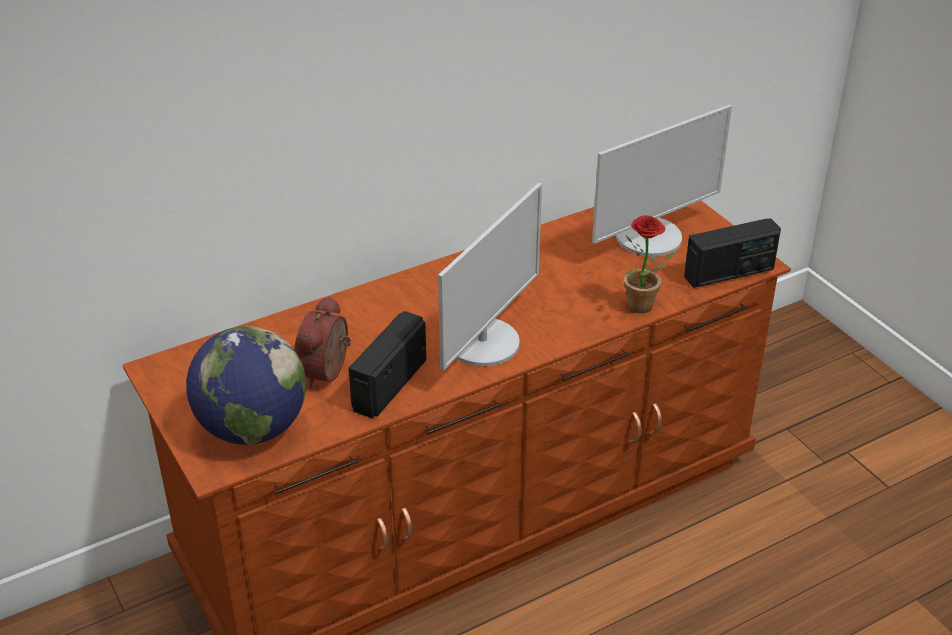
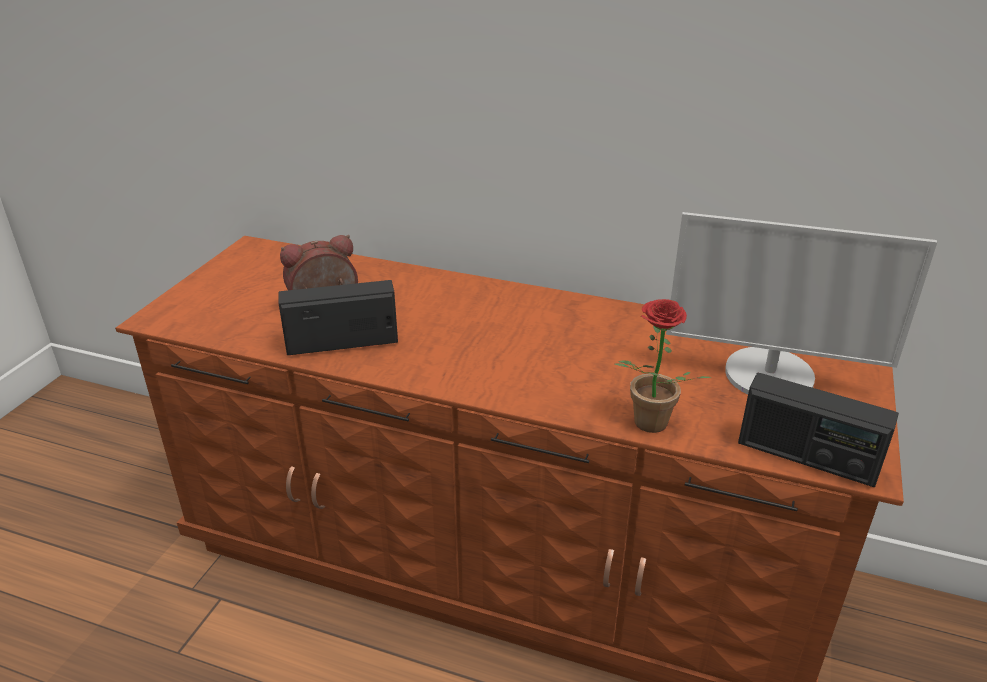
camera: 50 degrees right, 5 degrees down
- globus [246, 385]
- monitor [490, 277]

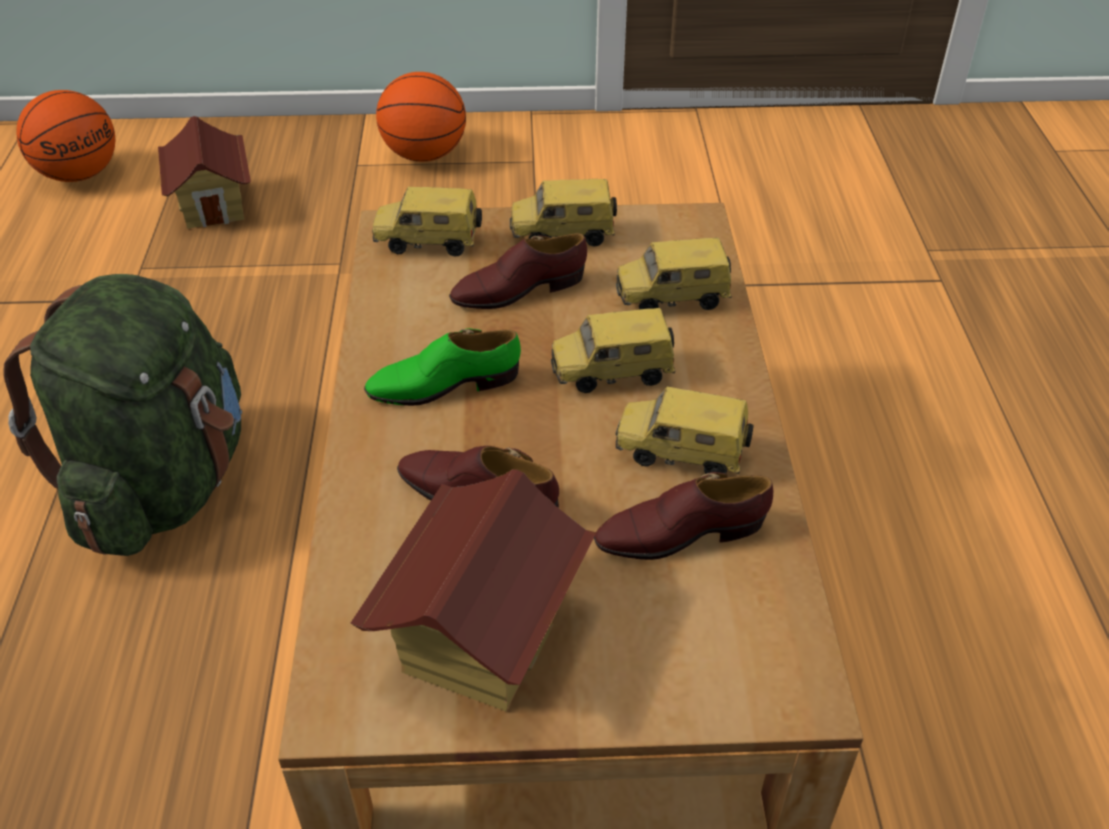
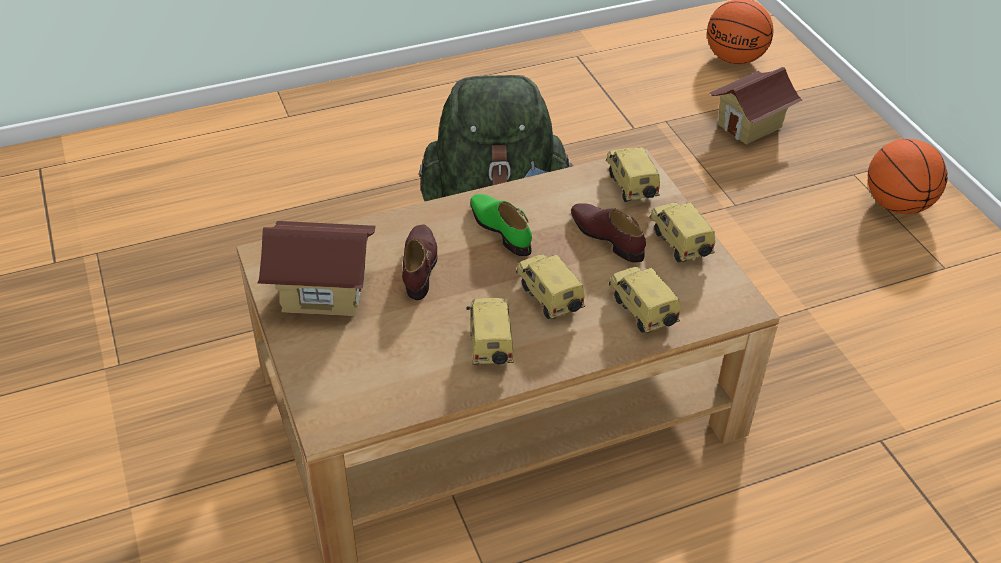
camera: 70 degrees right, 0 degrees up
- but/brązowy [683, 516]

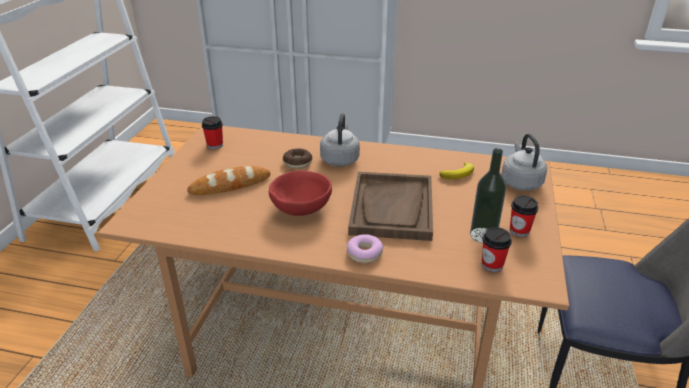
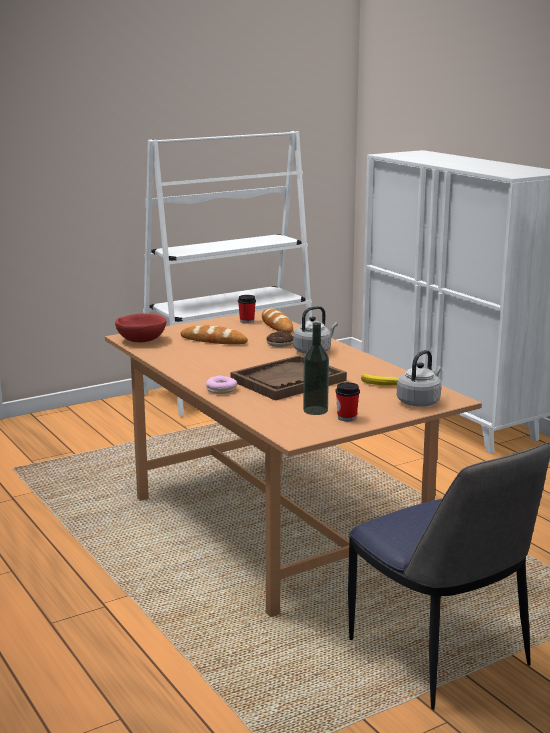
camera: 45 degrees right, 15 degrees down
- filiżanka [497, 249]
+ chleb [277, 320]
~ miska/czerwony [300, 193] to [140, 328]

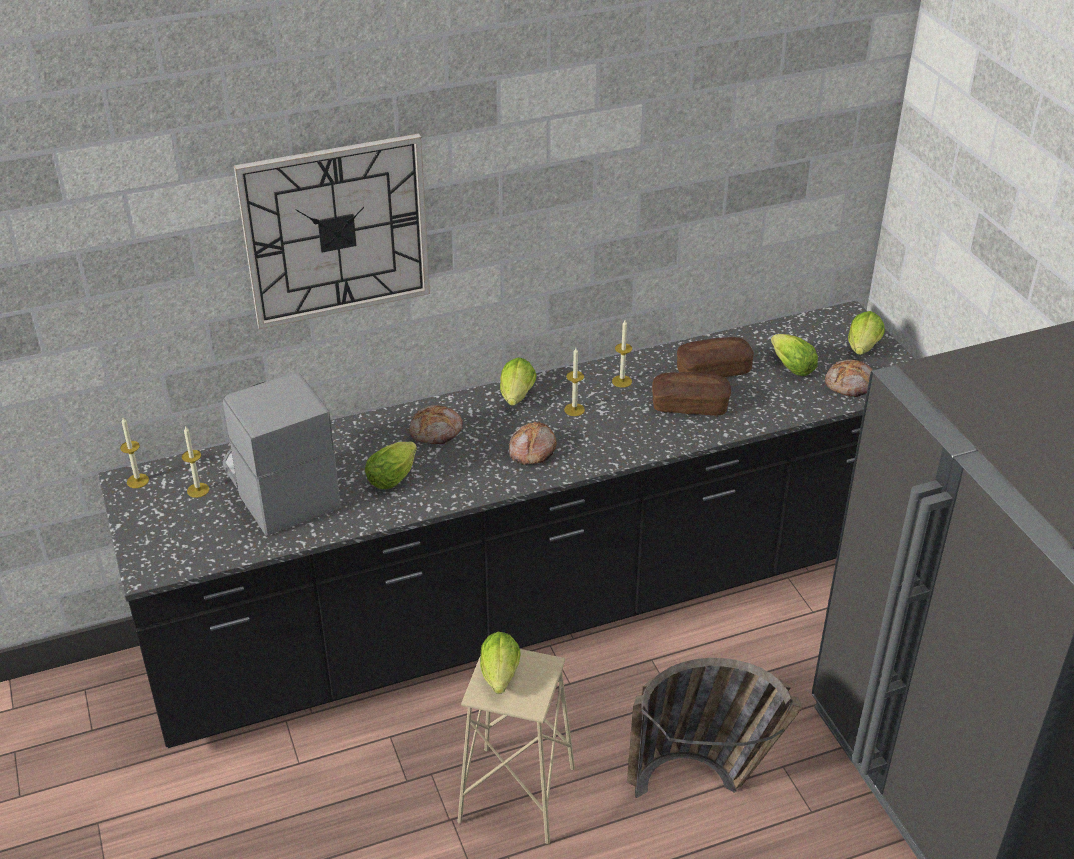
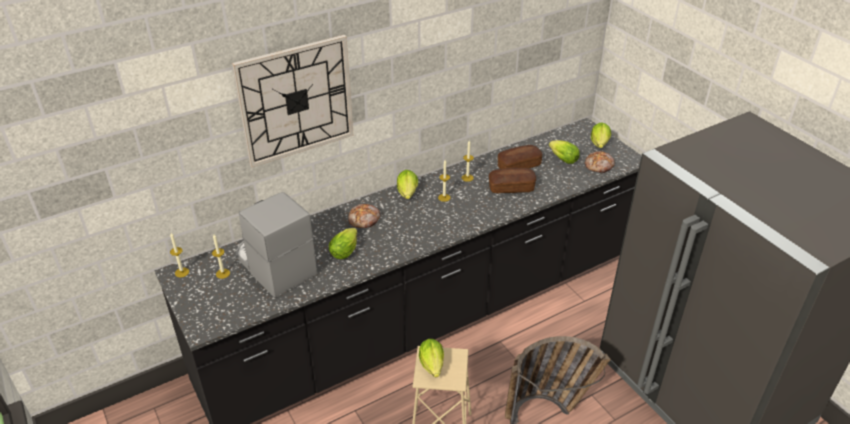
camera: 10 degrees left, 0 degrees up
- chleb [533, 443]

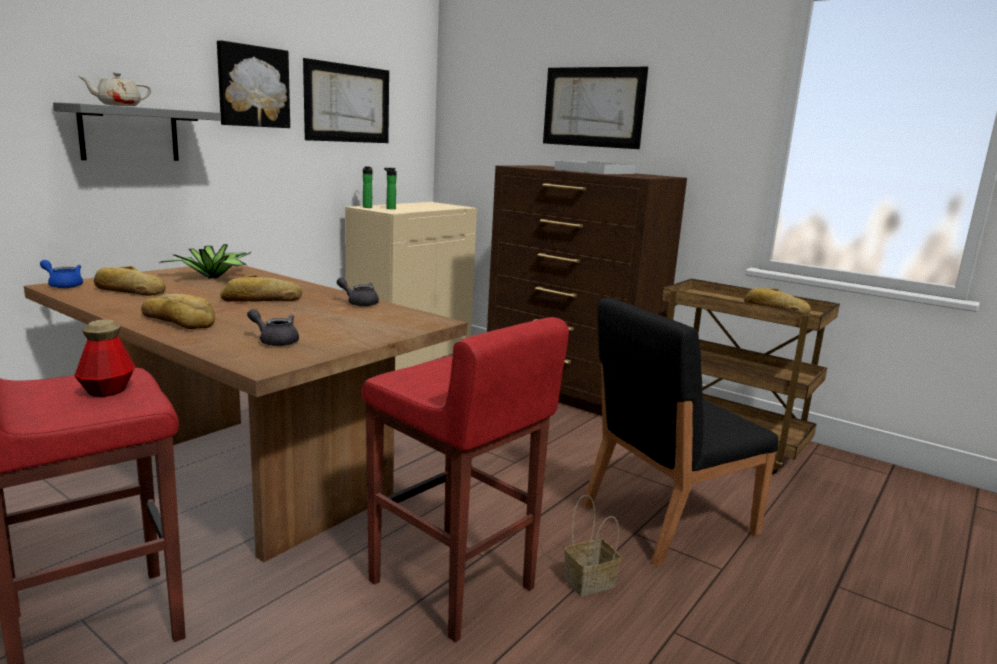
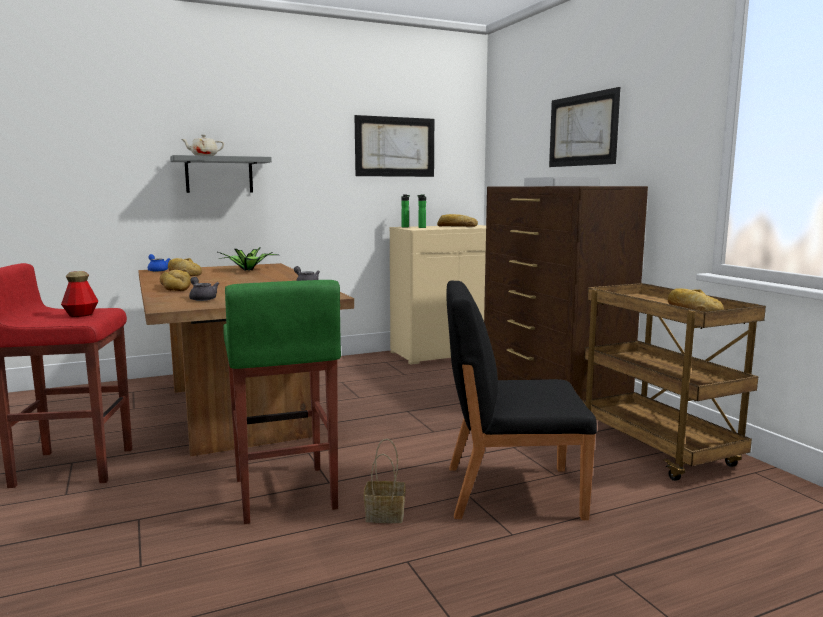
camera: 30 degrees right, 5 degrees down
- obraz [253, 84]
~ chleb [261, 288] to [457, 220]
~ stołek/czerwony [465, 479] to stołek/zielony [282, 402]

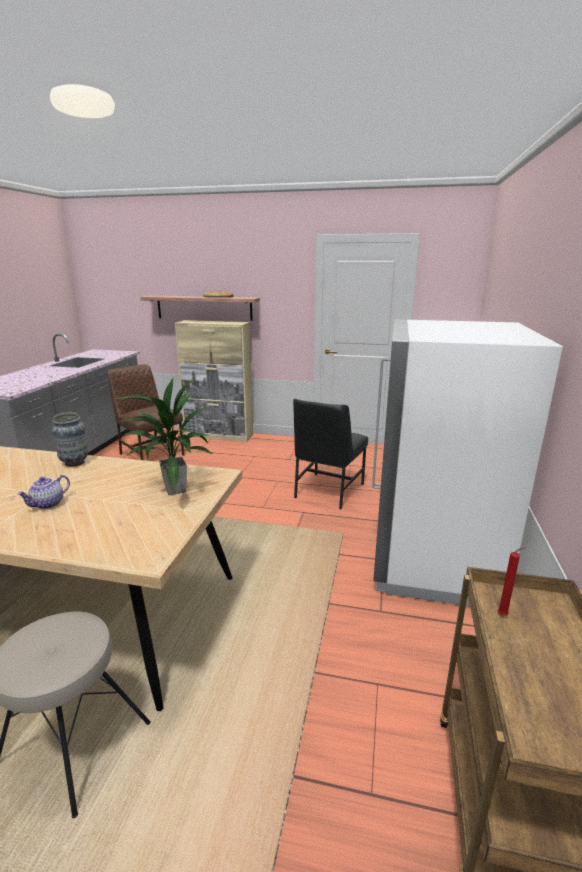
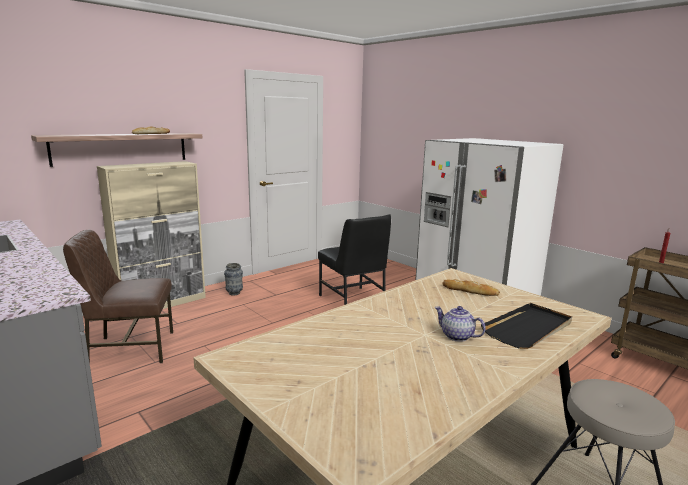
camera: 55 degrees left, 5 degrees down
+ taca/czarny [526, 326]
~ wazon [70, 439] to [233, 279]
~ roślina doniczkowa [164, 436] to chleb [471, 287]
~ imbryk [43, 492] = [460, 324] 150 degrees clockwise

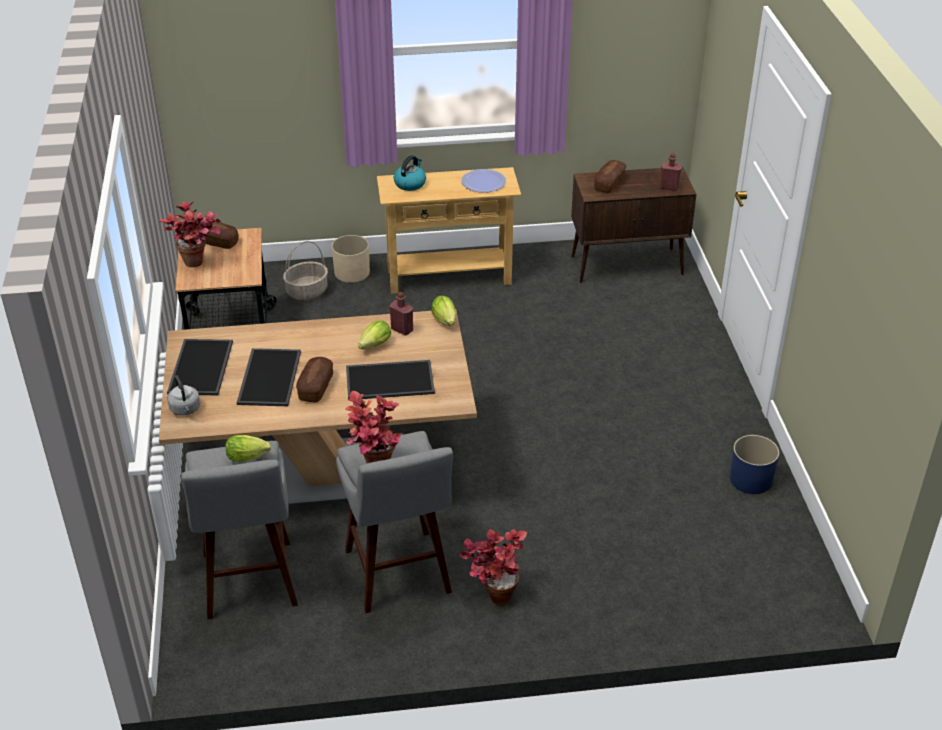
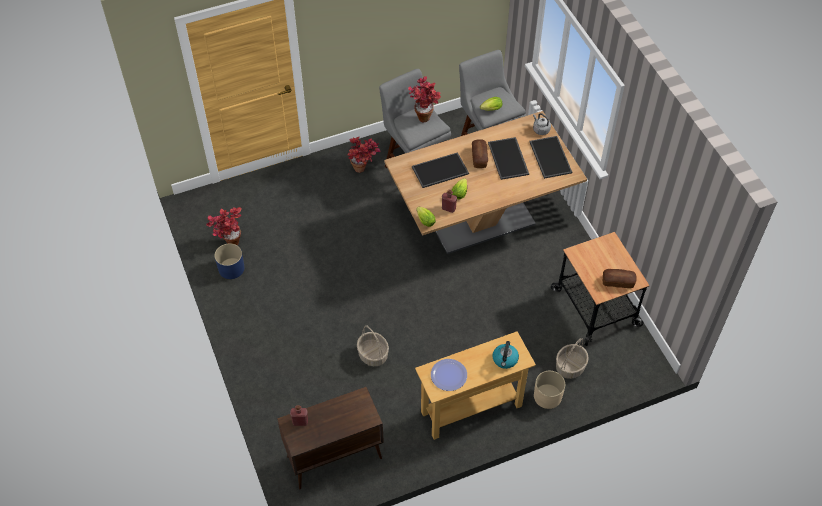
camera: 165 degrees right, 15 degrees up
- chleb [610, 176]
+ koszyk [373, 345]
~ roślina doniczkowa [190, 234] to [224, 226]

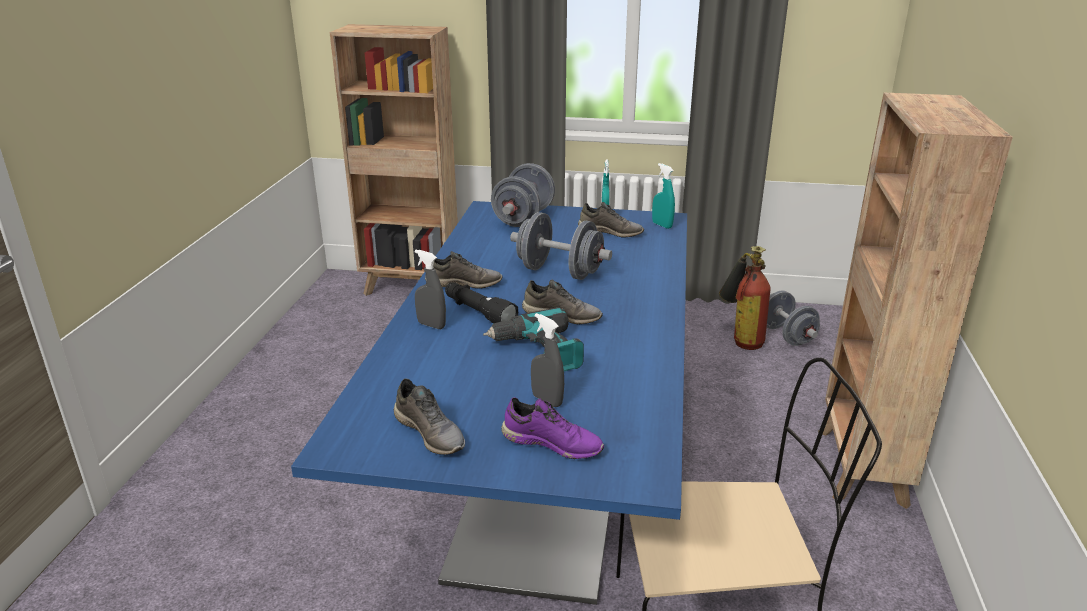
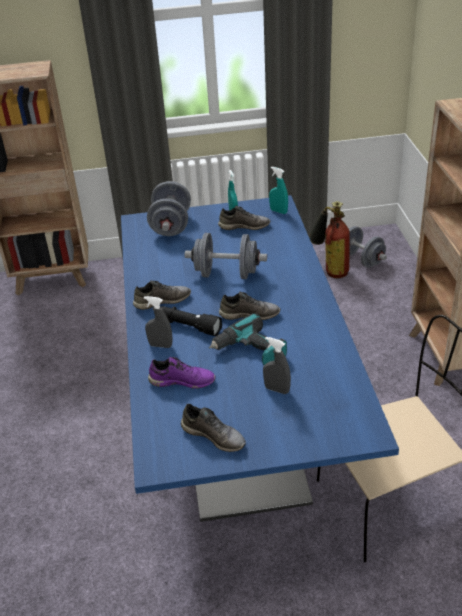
camera: 15 degrees left, 10 degrees up
~ but/fioletowy [552, 428] to [182, 373]

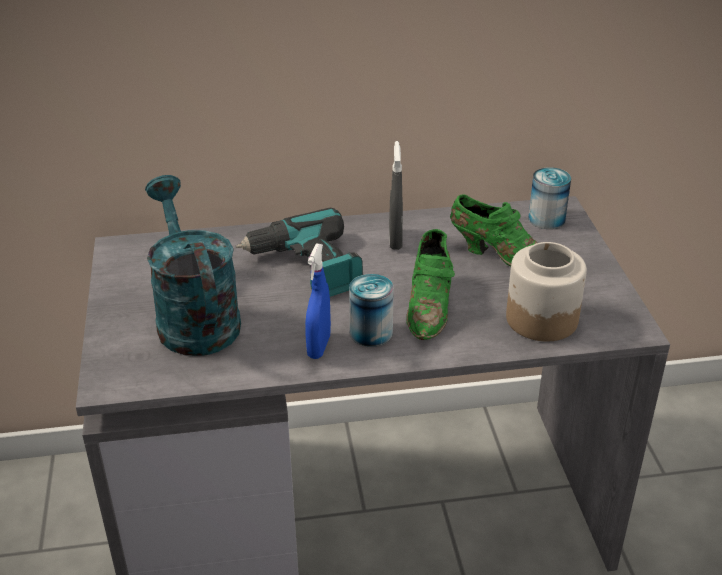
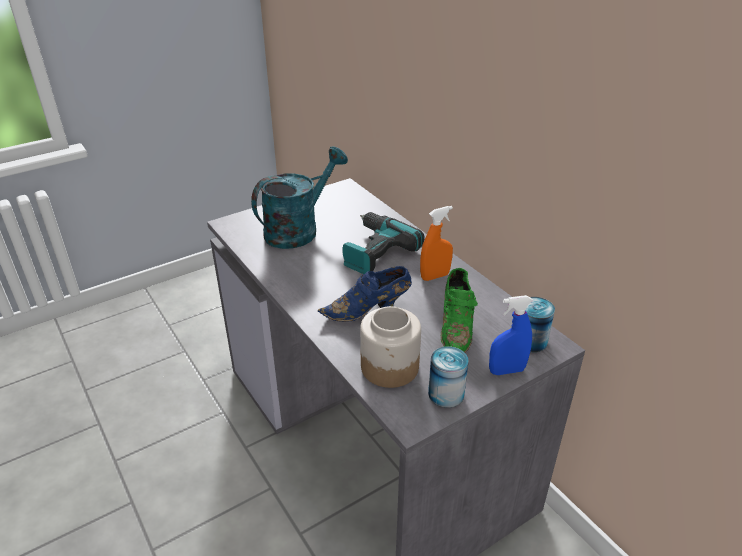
camera: 65 degrees right, 0 degrees up
~ spryskiwacz/niebieski [318, 301] to [511, 335]
~ puszka [371, 310] to [448, 377]
~ spryskiwacz/szary [396, 195] to spryskiwacz/pomarańczowy [436, 243]
~ but/zielony [430, 284] to but/niebieski [365, 294]

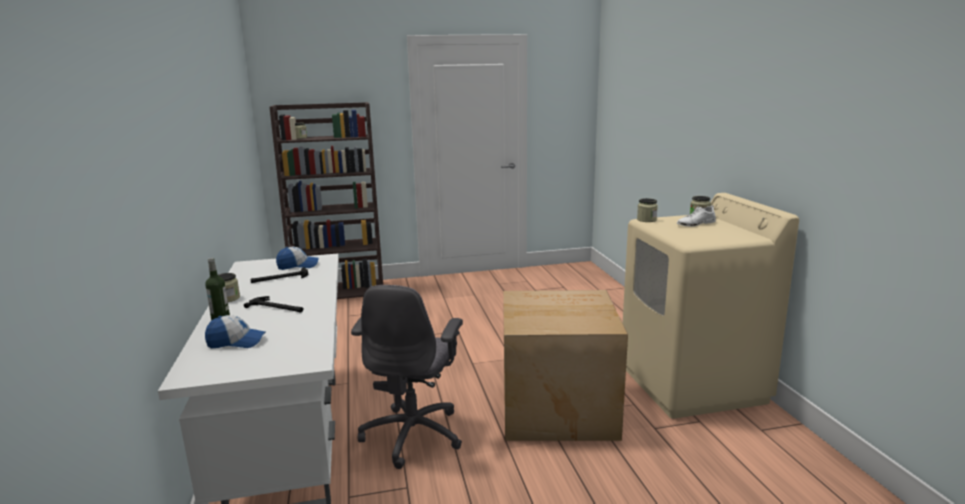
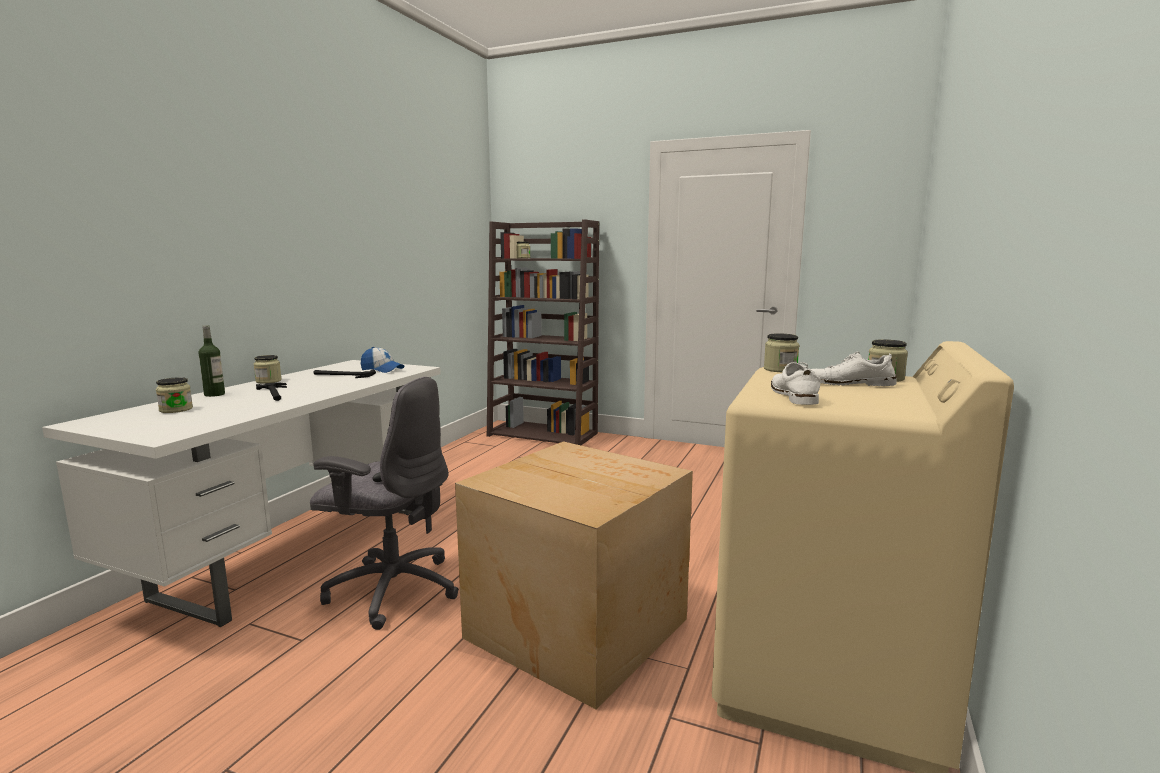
camera: 35 degrees right, 5 degrees down
+ but/biały [796, 383]
~ czapka z daszkiem [235, 331] to słoik [174, 395]
~ krzesło biurowe/szary [407, 377] = [384, 503] 120 degrees counterclockwise

